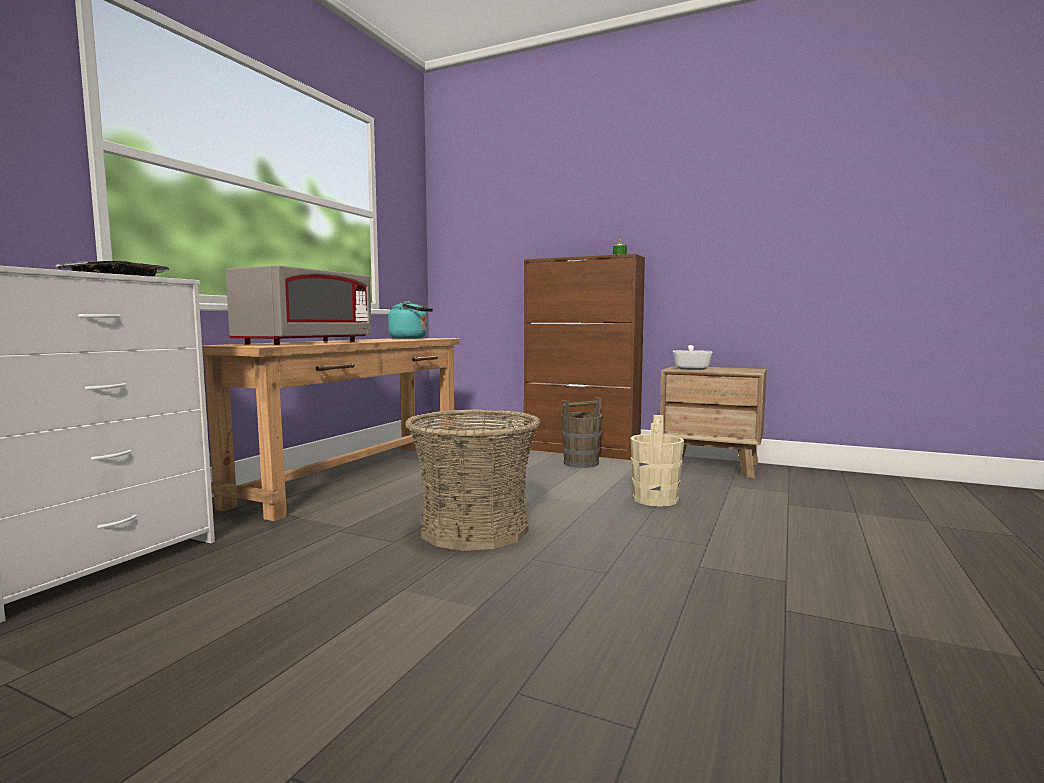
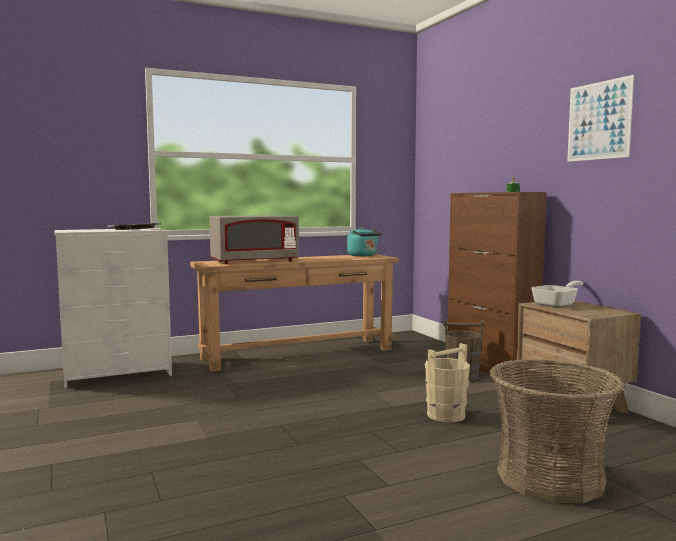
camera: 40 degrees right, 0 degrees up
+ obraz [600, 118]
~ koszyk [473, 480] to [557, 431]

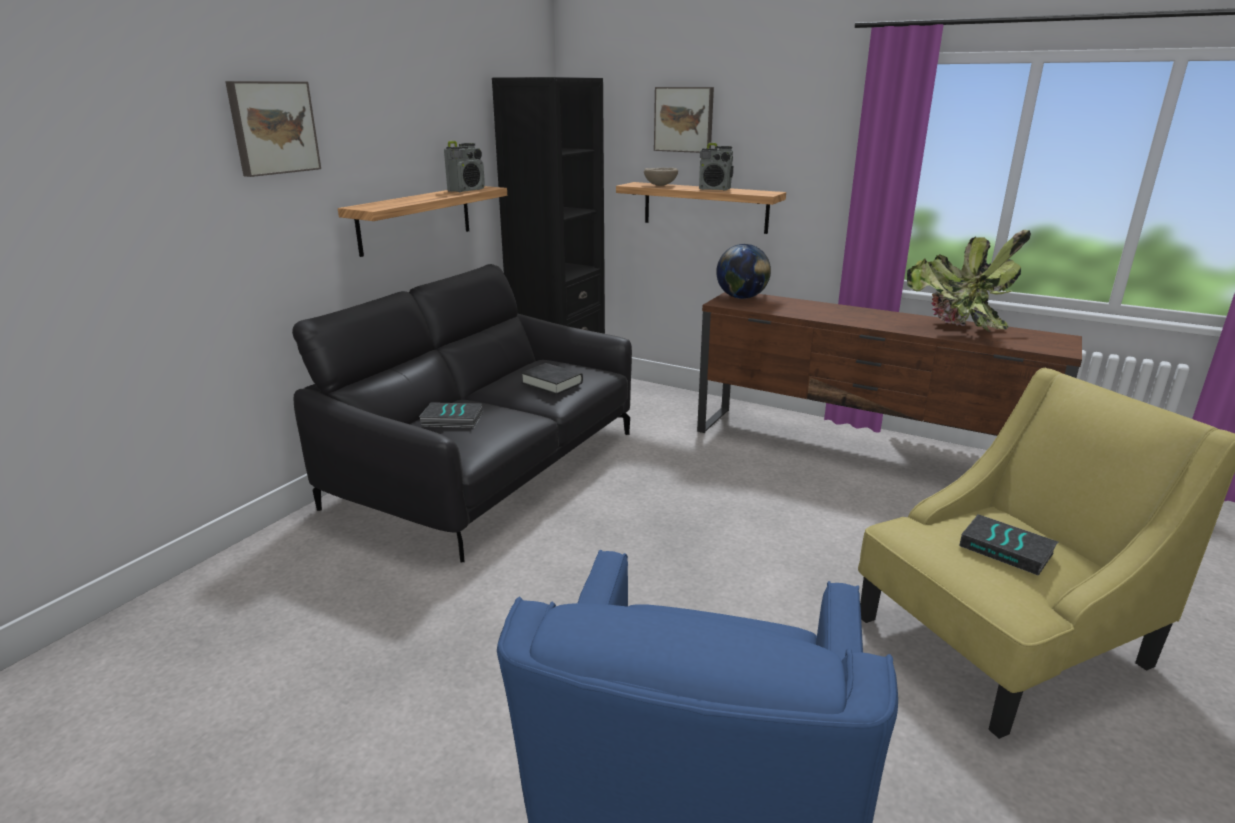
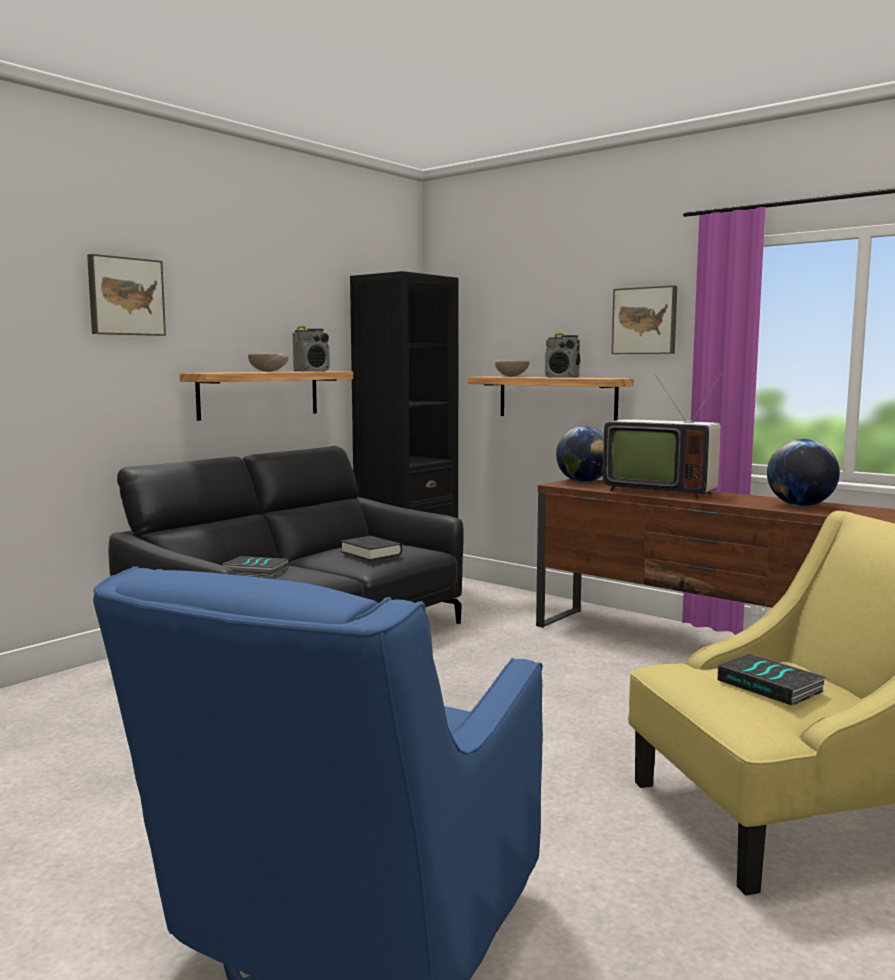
camera: 10 degrees right, 15 degrees down
+ miska/beżowy [268, 362]
+ telewizor [663, 434]
~ obraz [684, 120] to [644, 319]
~ roślina doniczkowa [969, 281] to globus [803, 472]

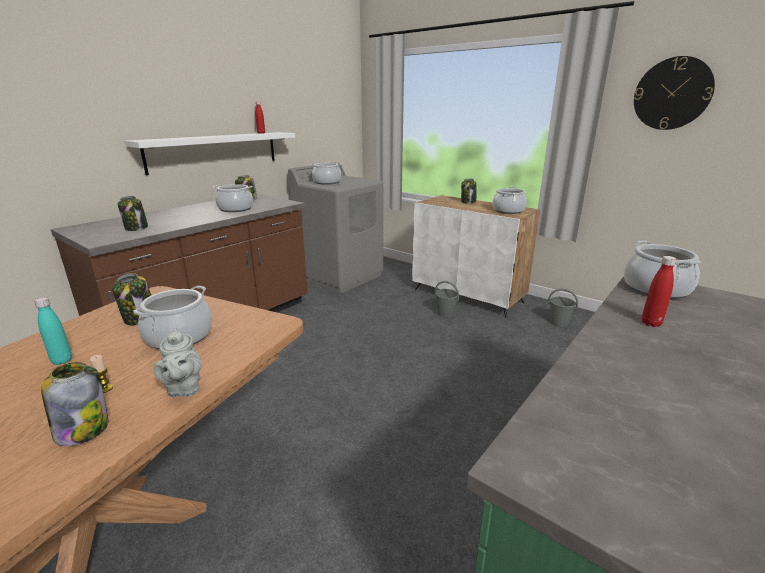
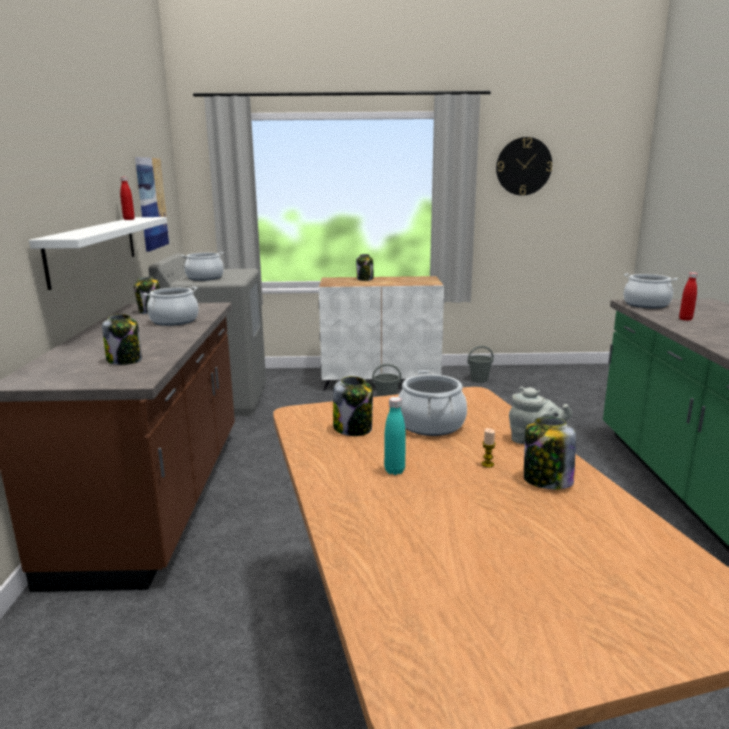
camera: 40 degrees left, 5 degrees down
- garnek [509, 200]
+ obraz [152, 204]

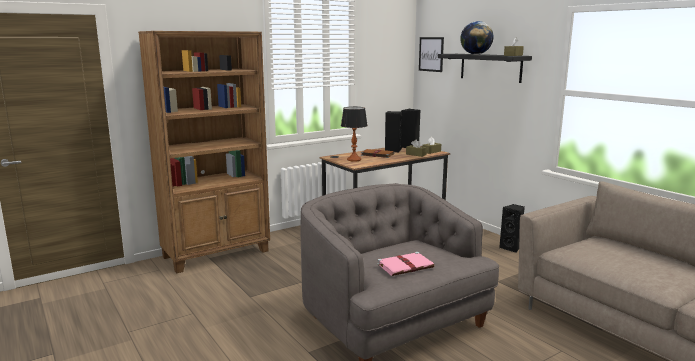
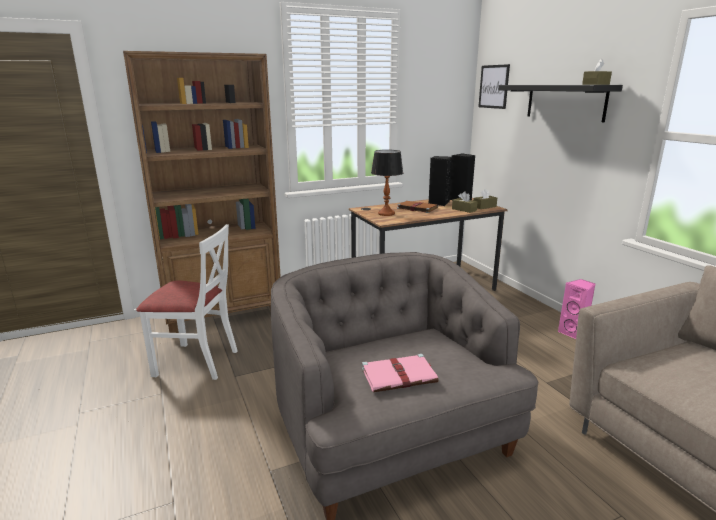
camera: 10 degrees right, 5 degrees up
- globus [477, 37]
+ krzesło/biały [186, 302]
~ głośnik/czarny [512, 228] to głośnik/różowy [576, 309]

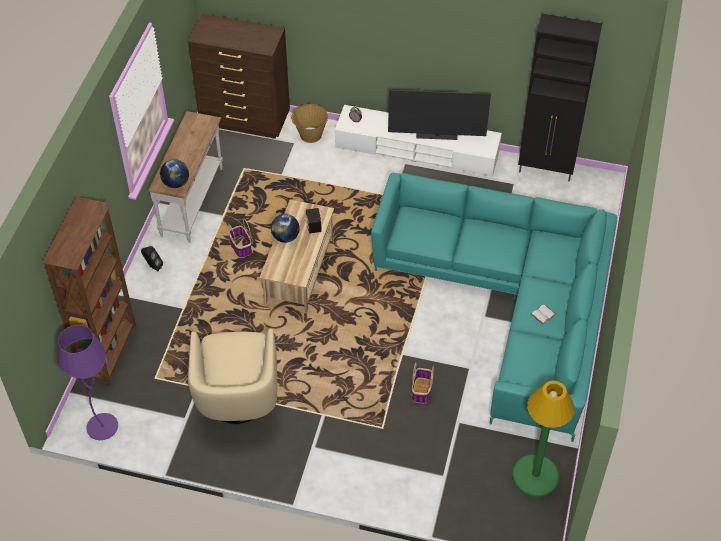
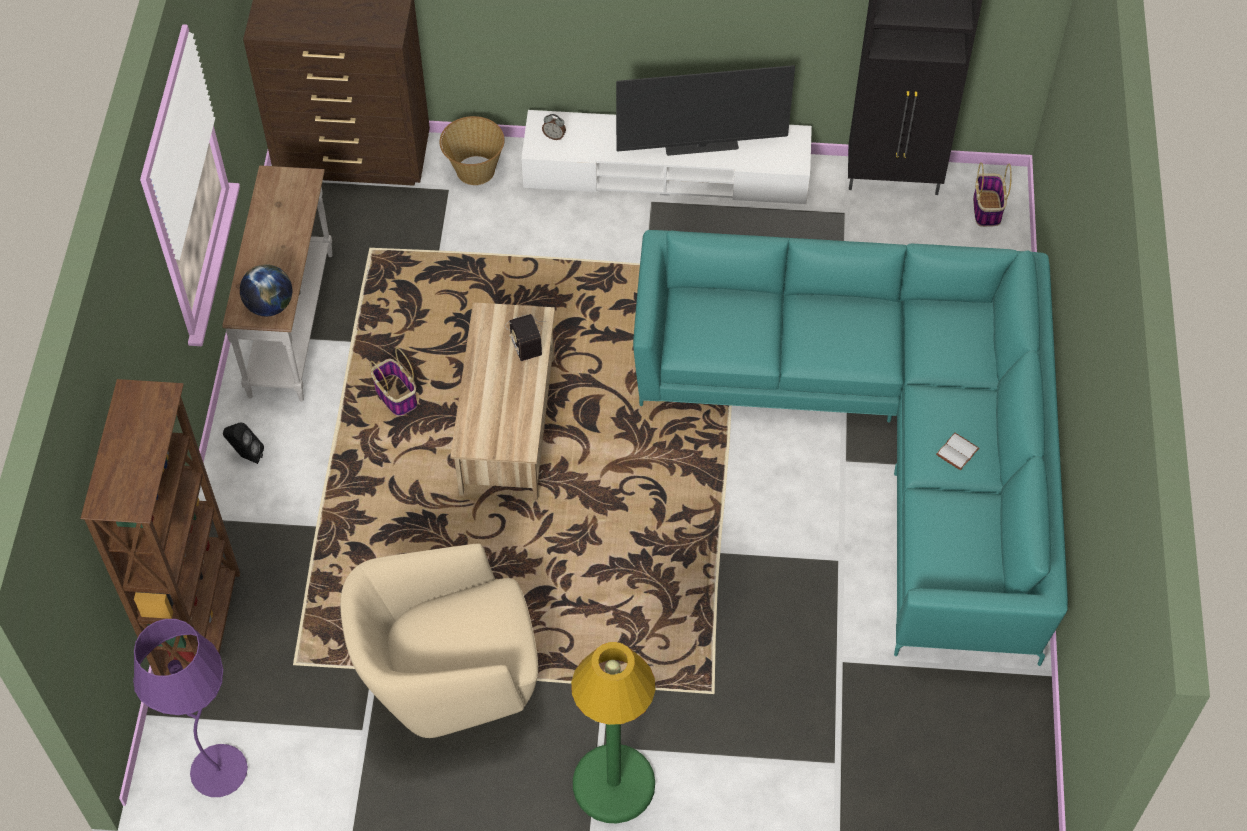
camera: 10 degrees left, 5 degrees up
- globus [285, 228]
~ koszyk [423, 382] to [992, 194]
~ lampa stojąca/zielony [543, 439] to [613, 732]
~ fotel/beżowy [232, 376] = [439, 641] 90 degrees clockwise

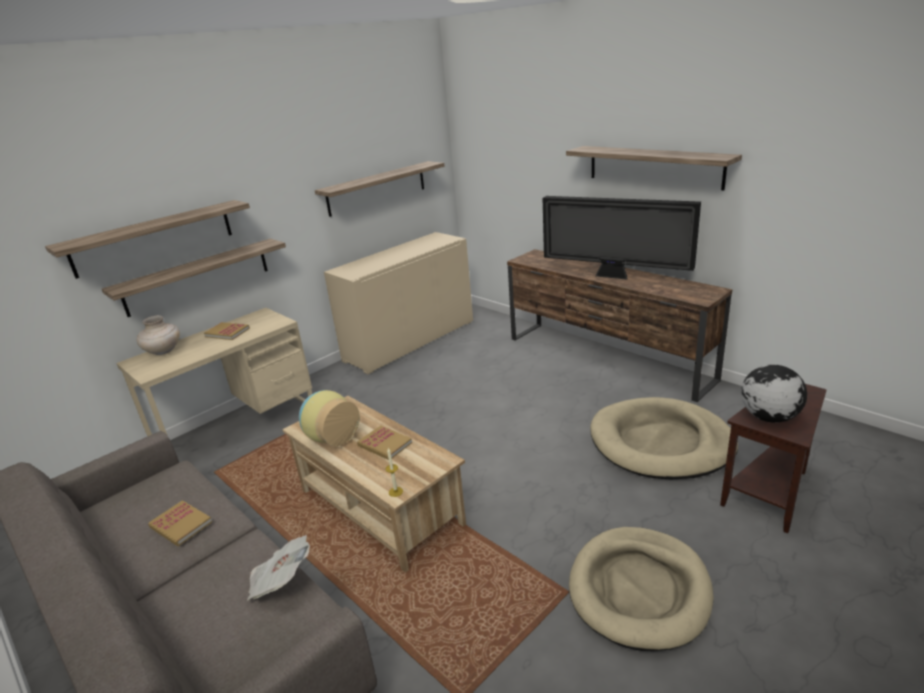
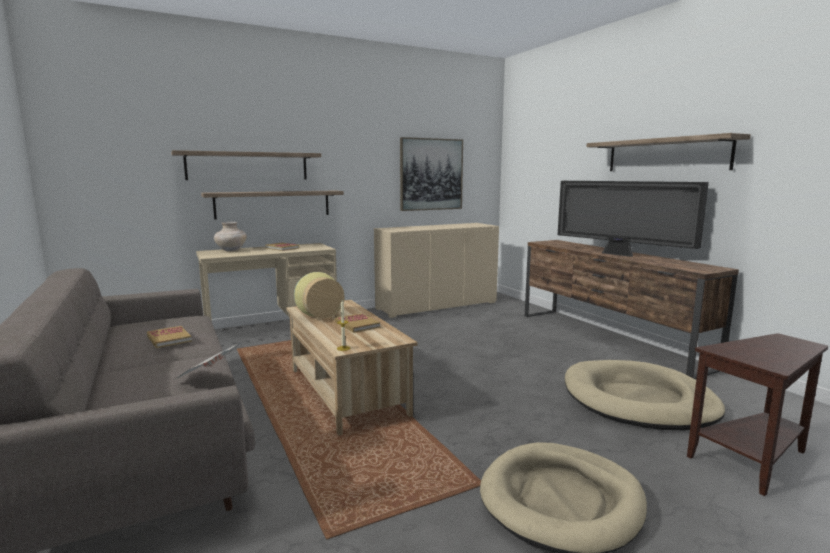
camera: 15 degrees right, 15 degrees down
- globus [774, 394]
~ półka [380, 189] to obraz [431, 174]

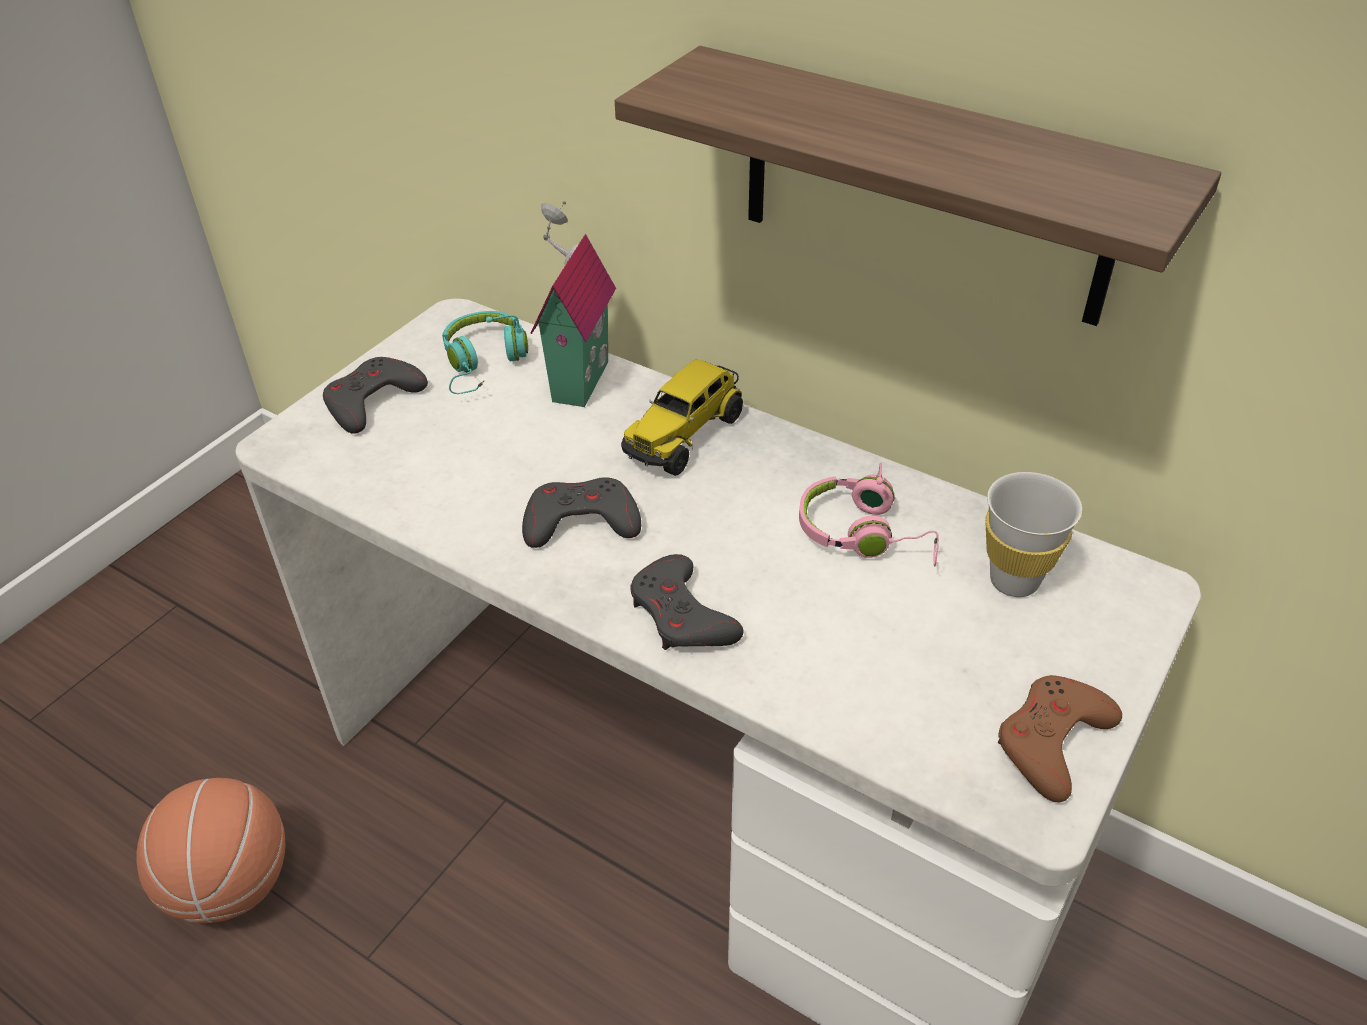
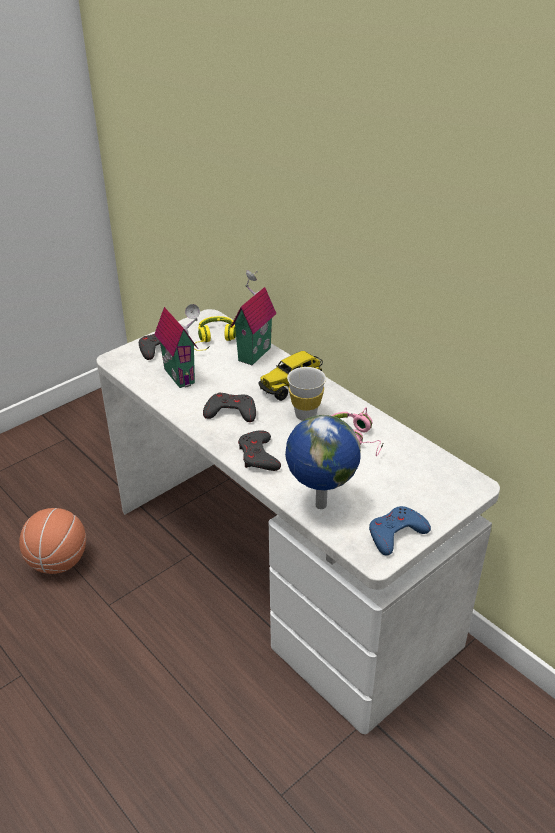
camera: 15 degrees right, 5 degrees down
- półka [918, 186]
+ domek [177, 346]
+ globus [323, 462]
~ filiżanka/biały [1033, 534] to [306, 394]
~ słuchawki/turkusowy [485, 352] to słuchawki/żółty [215, 333]
~ pad do gier/brązowy [1060, 739] to pad do gier/niebieski [400, 531]

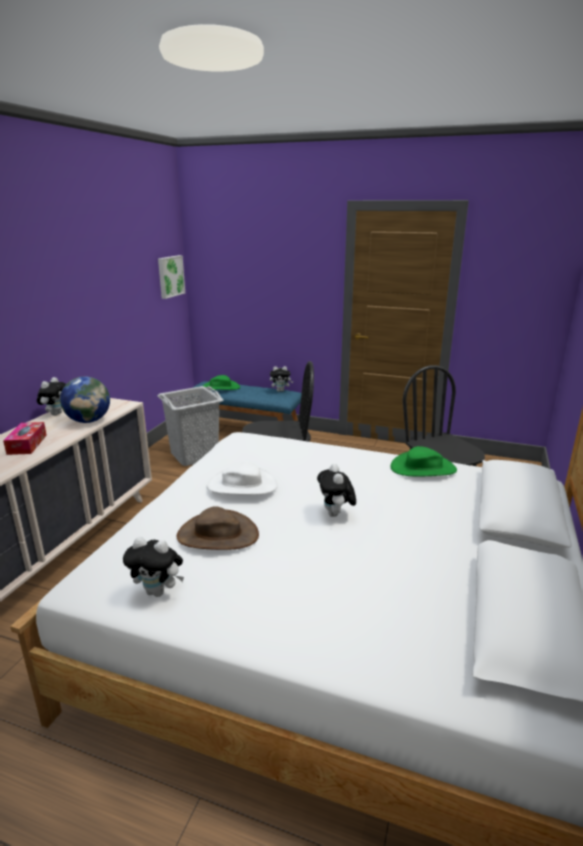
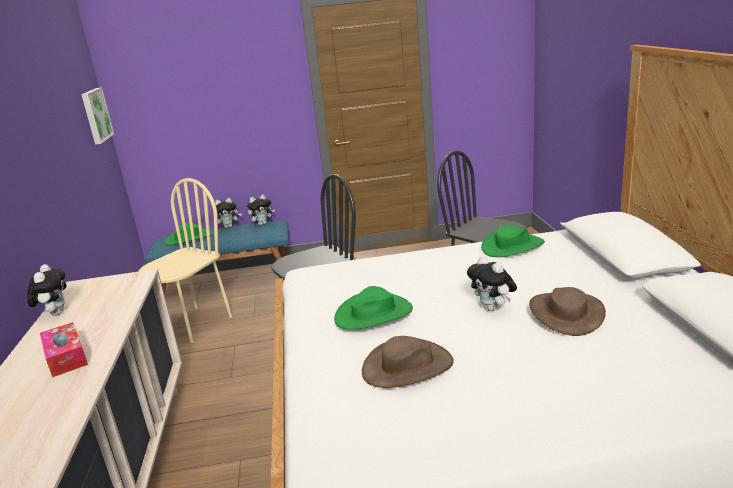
camera: 25 degrees left, 0 degrees up
- globus [85, 399]
+ kapelusz/brązowy [567, 311]
~ pluszak [153, 567] to [227, 213]
~ kosz na pranie/szary [190, 426] to krzesło/beżowy [185, 260]
~ kapelusz/biały [242, 478] to kapelusz/zielony [373, 308]

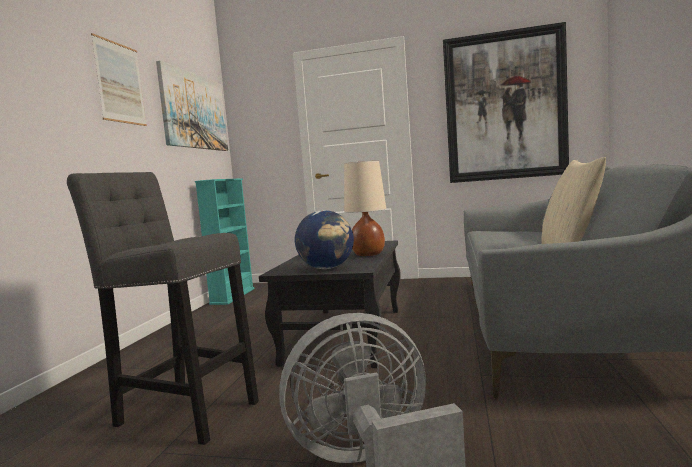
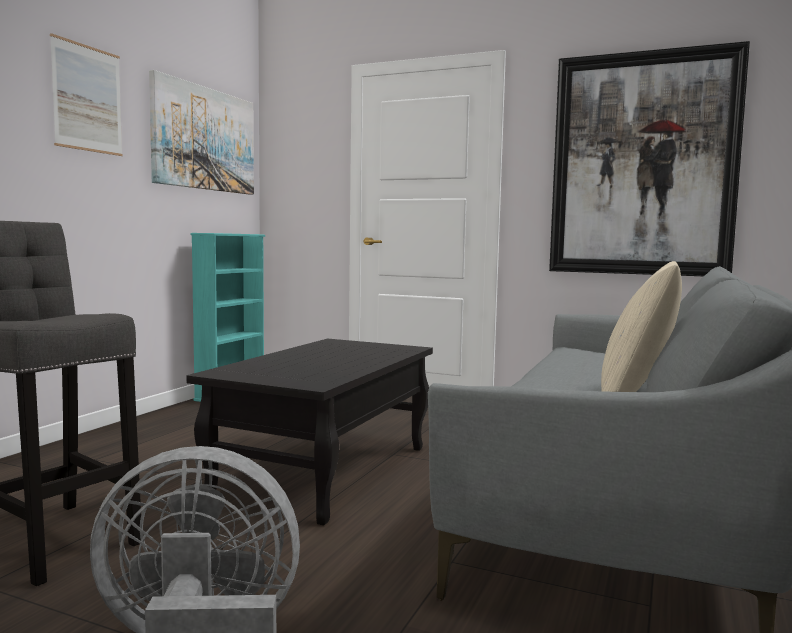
camera: 10 degrees right, 0 degrees up
- globus [324, 239]
- lampa stołowa/beżowy [365, 208]

